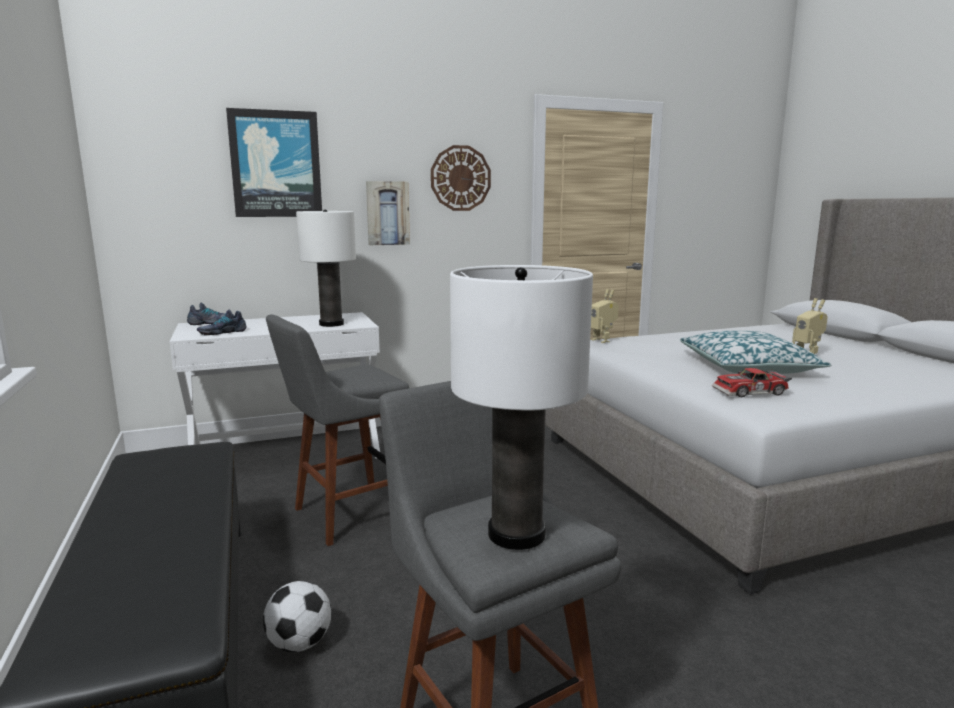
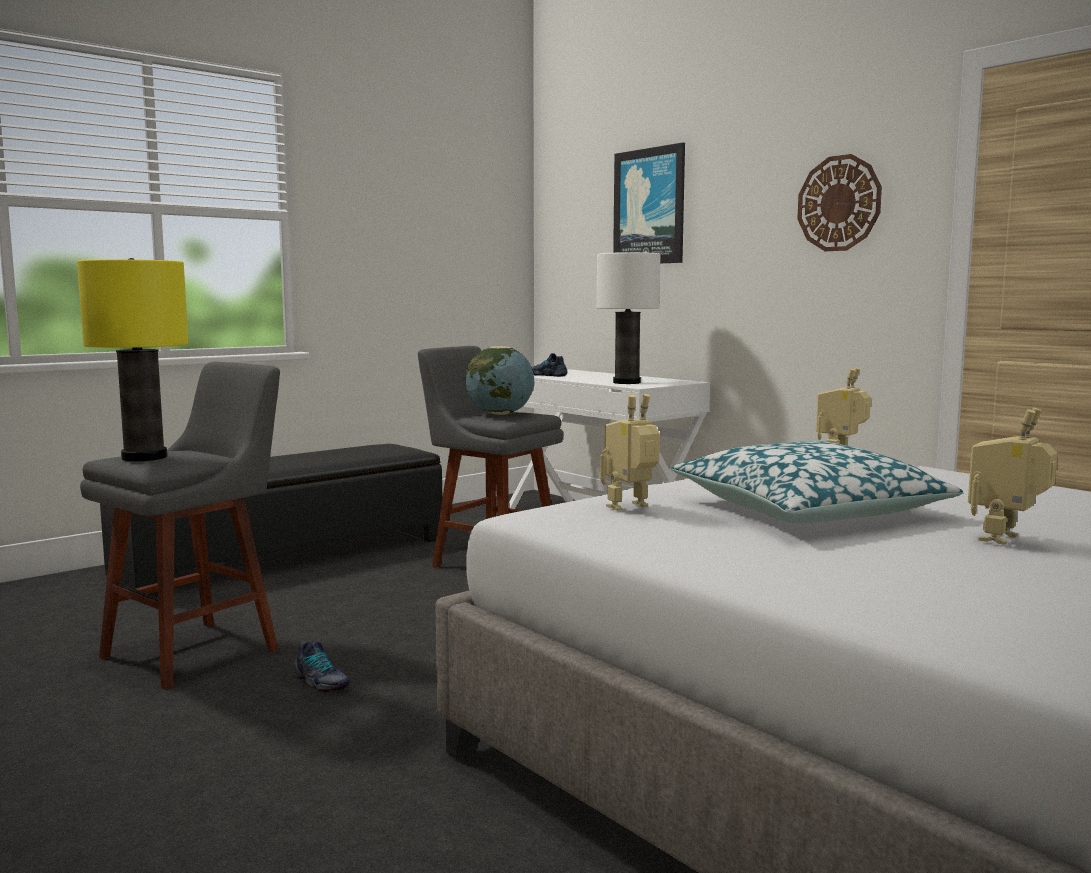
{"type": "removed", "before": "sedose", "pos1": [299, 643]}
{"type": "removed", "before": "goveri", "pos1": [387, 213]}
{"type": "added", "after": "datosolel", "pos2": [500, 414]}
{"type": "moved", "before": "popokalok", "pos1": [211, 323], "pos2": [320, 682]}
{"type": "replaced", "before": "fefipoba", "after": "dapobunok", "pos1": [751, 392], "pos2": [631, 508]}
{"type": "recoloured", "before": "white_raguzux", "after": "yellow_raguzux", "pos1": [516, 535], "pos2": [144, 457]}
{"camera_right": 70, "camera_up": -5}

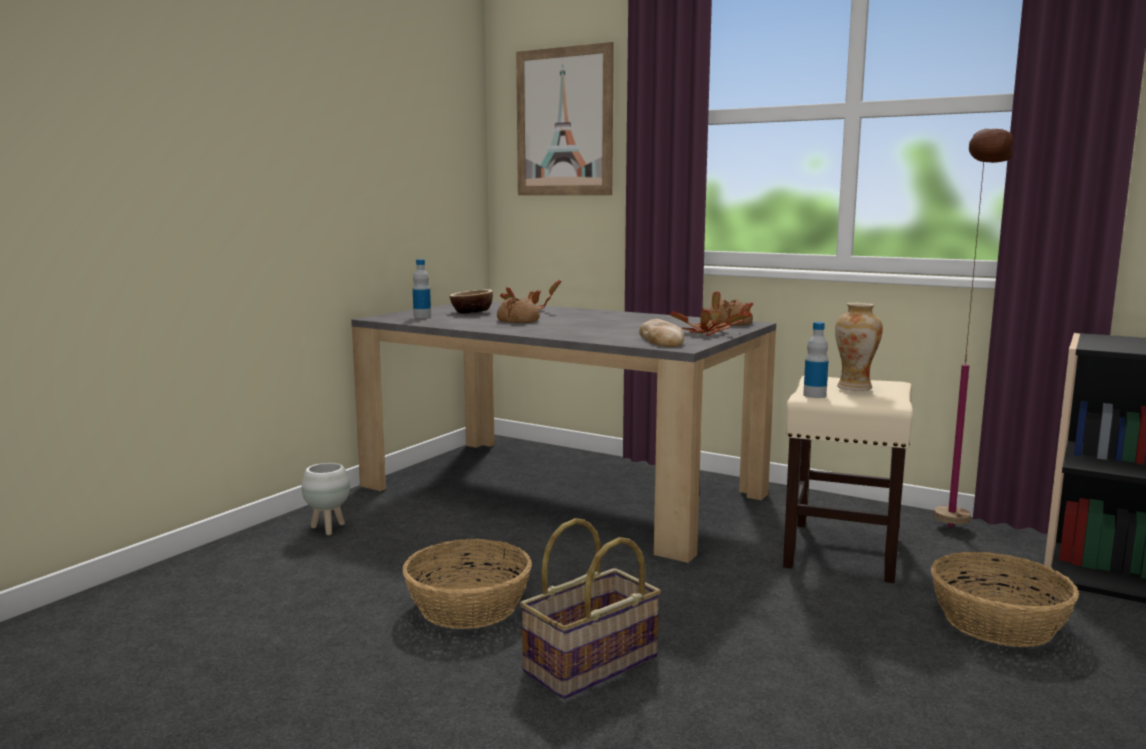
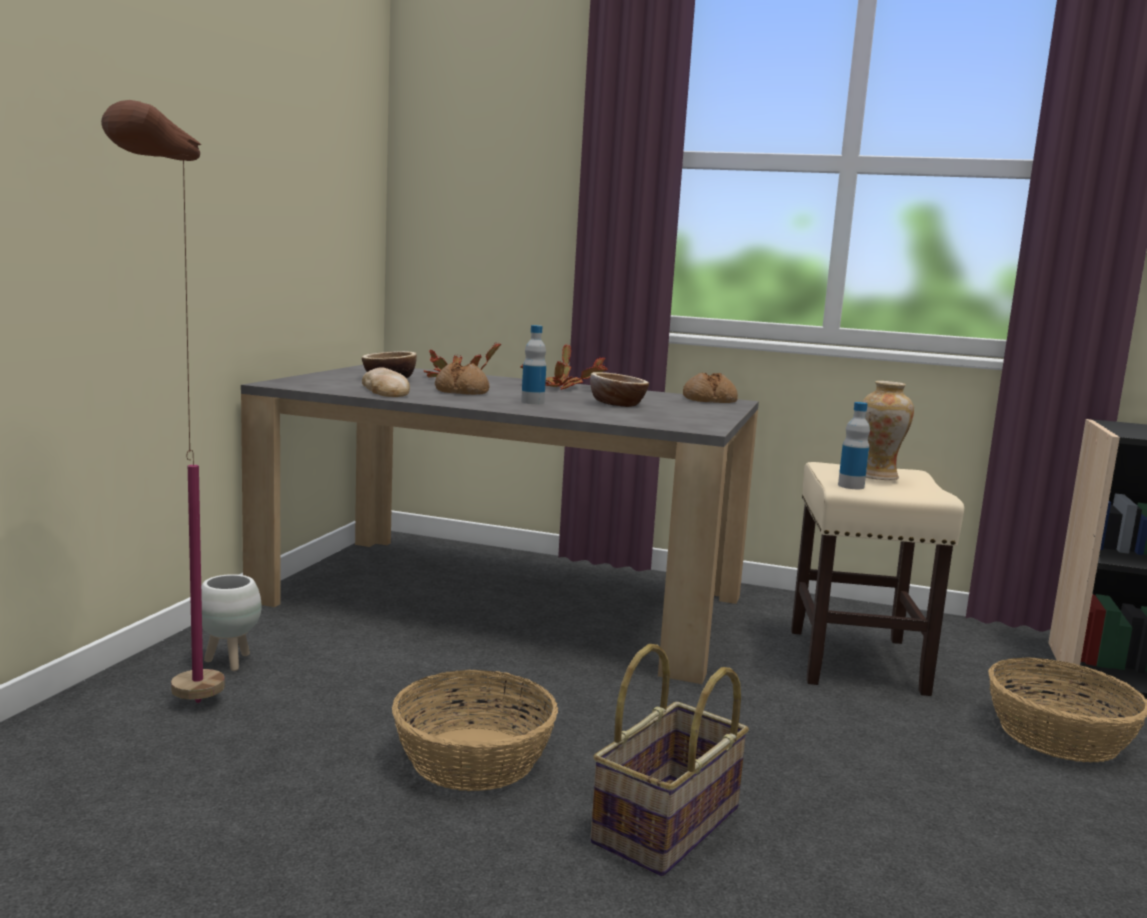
{"type": "removed", "before": "goveri", "pos1": [564, 122]}
{"type": "added", "after": "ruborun", "pos2": [617, 404]}
{"type": "moved", "before": "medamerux", "pos1": [422, 316], "pos2": [532, 402]}
{"type": "moved", "before": "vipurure", "pos1": [661, 340], "pos2": [386, 390]}
{"type": "moved", "before": "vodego", "pos1": [710, 333], "pos2": [563, 387]}
{"type": "moved", "before": "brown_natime", "pos1": [953, 538], "pos2": [178, 722]}
{"camera_right": -15, "camera_up": 0}

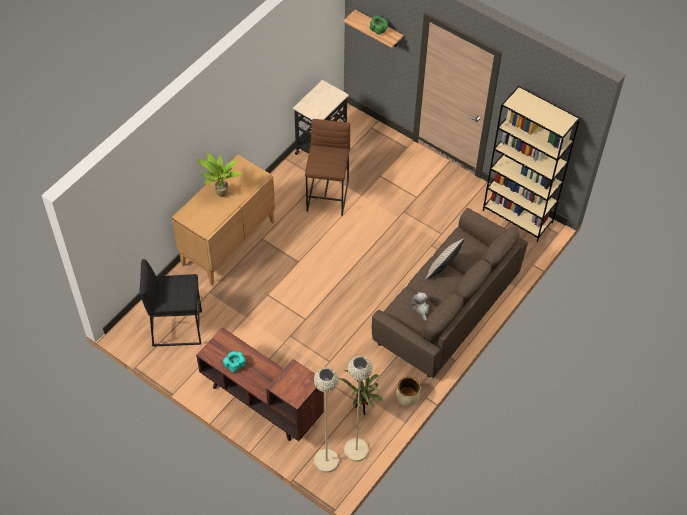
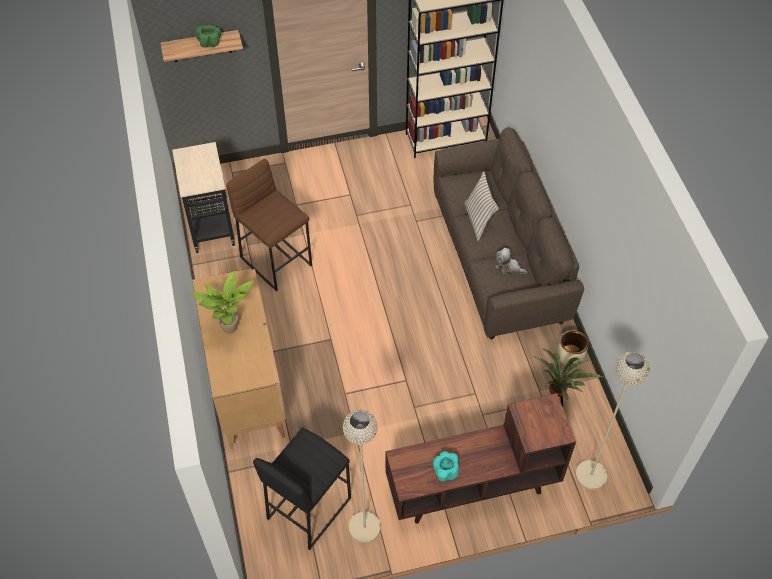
{"type": "moved", "before": "beige_natime", "pos1": [356, 450], "pos2": [364, 527]}
{"camera_right": -50, "camera_up": 0}

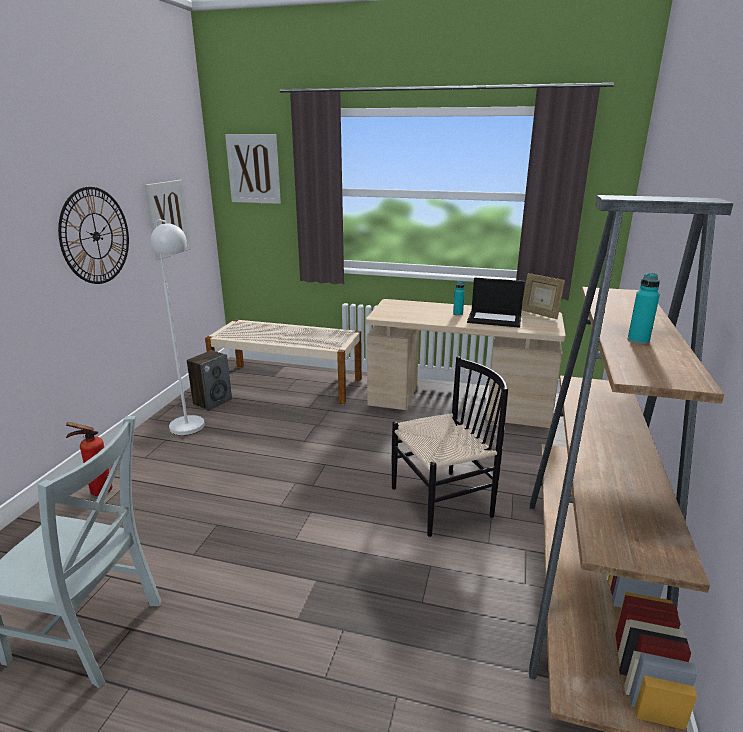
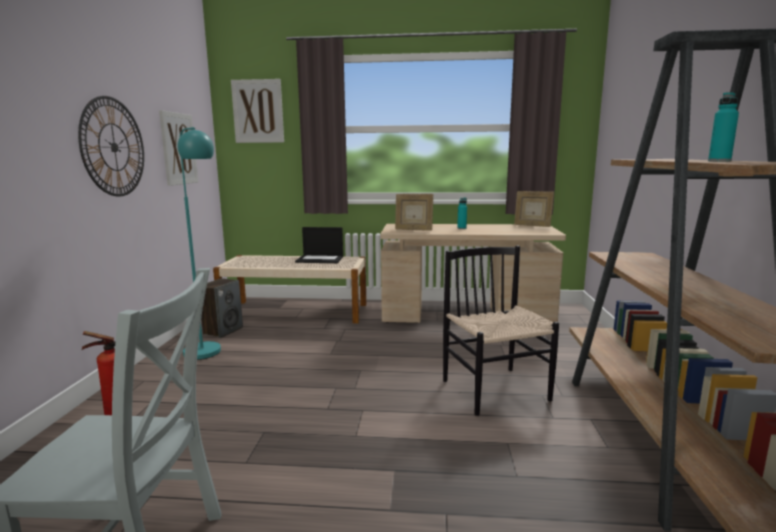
{"type": "added", "after": "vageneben", "pos2": [413, 230]}
{"type": "moved", "before": "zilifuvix", "pos1": [495, 319], "pos2": [320, 259]}
{"type": "recoloured", "before": "white_natime", "after": "turquoise_natime", "pos1": [191, 431], "pos2": [208, 355]}
{"type": "turned", "before": "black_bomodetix", "pos1": [445, 501], "pos2": [493, 388], "turn": -75}
{"camera_right": -10, "camera_up": -10}

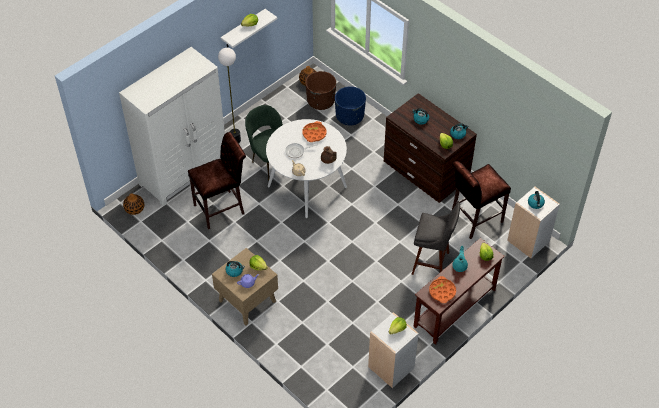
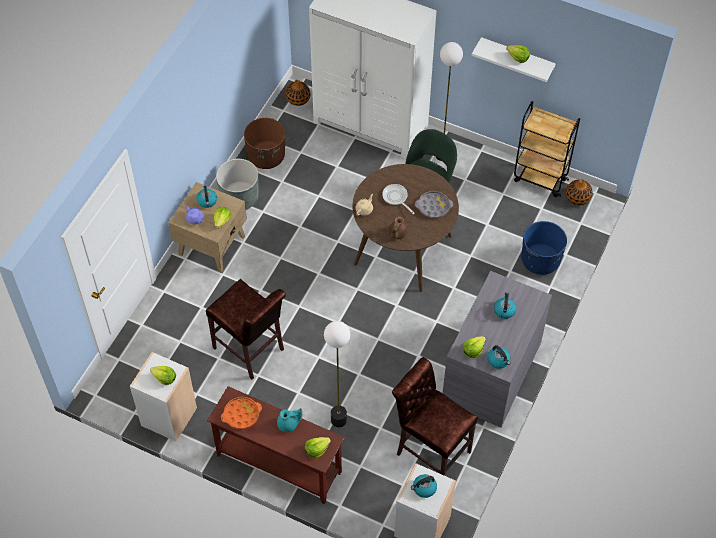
{"type": "added", "after": "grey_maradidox", "pos2": [239, 197]}
{"type": "added", "after": "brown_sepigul", "pos2": [540, 180]}
{"type": "moved", "before": "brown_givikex", "pos1": [222, 208], "pos2": [251, 351]}
{"type": "moved", "before": "brown_maradidox", "pos1": [321, 101], "pos2": [266, 156]}
{"type": "replaced", "before": "grey_givikex", "after": "natime", "pos1": [432, 264], "pos2": [338, 420]}
{"type": "recoloured", "before": "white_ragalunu", "after": "brown_ragalunu", "pos1": [307, 186], "pos2": [403, 250]}
{"type": "recoloured", "before": "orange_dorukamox", "after": "grey_dorukamox", "pos1": [314, 134], "pos2": [433, 206]}
{"type": "recoloured", "before": "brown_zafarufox", "after": "grey_zafarufox", "pos1": [426, 169], "pos2": [491, 372]}
{"camera_right": 70, "camera_up": 5}

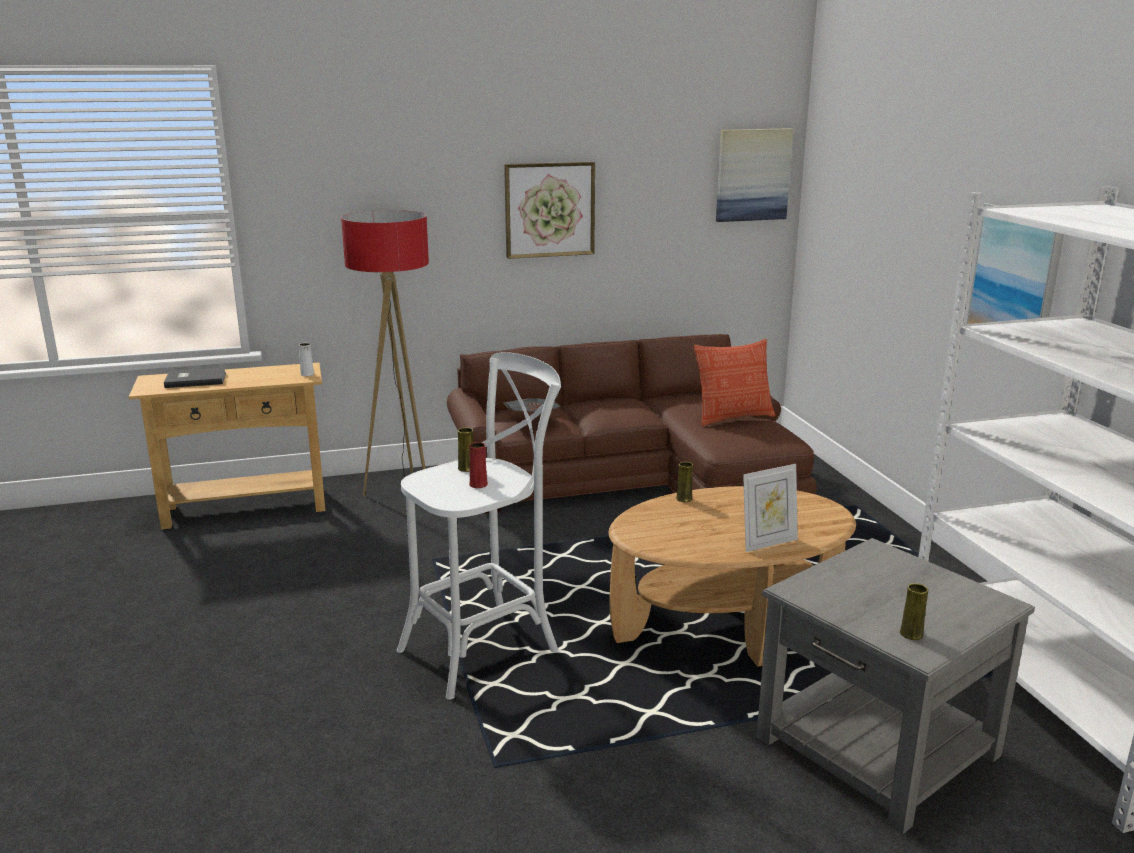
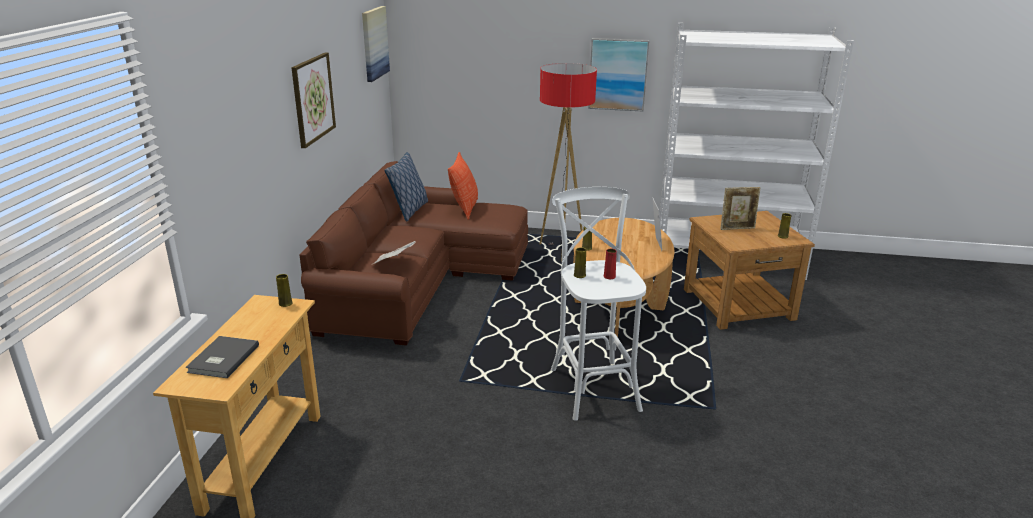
{"type": "added", "after": "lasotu", "pos2": [409, 211]}
{"type": "added", "after": "vageneben", "pos2": [737, 228]}
{"type": "moved", "before": "natime", "pos1": [402, 489], "pos2": [561, 250]}
{"type": "recoloured", "before": "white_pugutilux", "after": "yellow_pugutilux", "pos1": [307, 374], "pos2": [285, 303]}
{"type": "recoloured", "before": "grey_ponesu", "after": "brown_ponesu", "pos1": [876, 746], "pos2": [738, 305]}
{"camera_right": -65, "camera_up": 5}

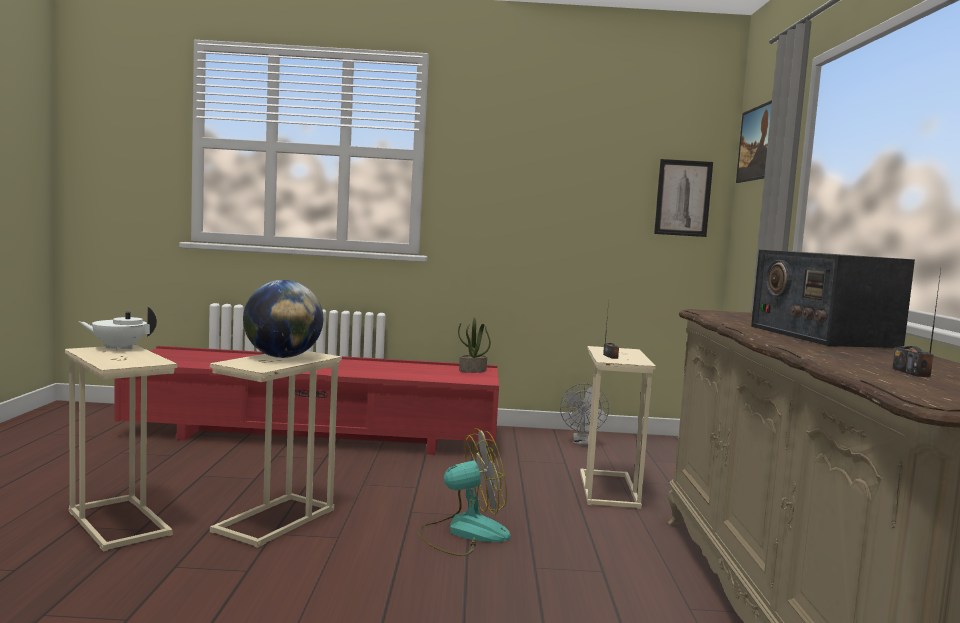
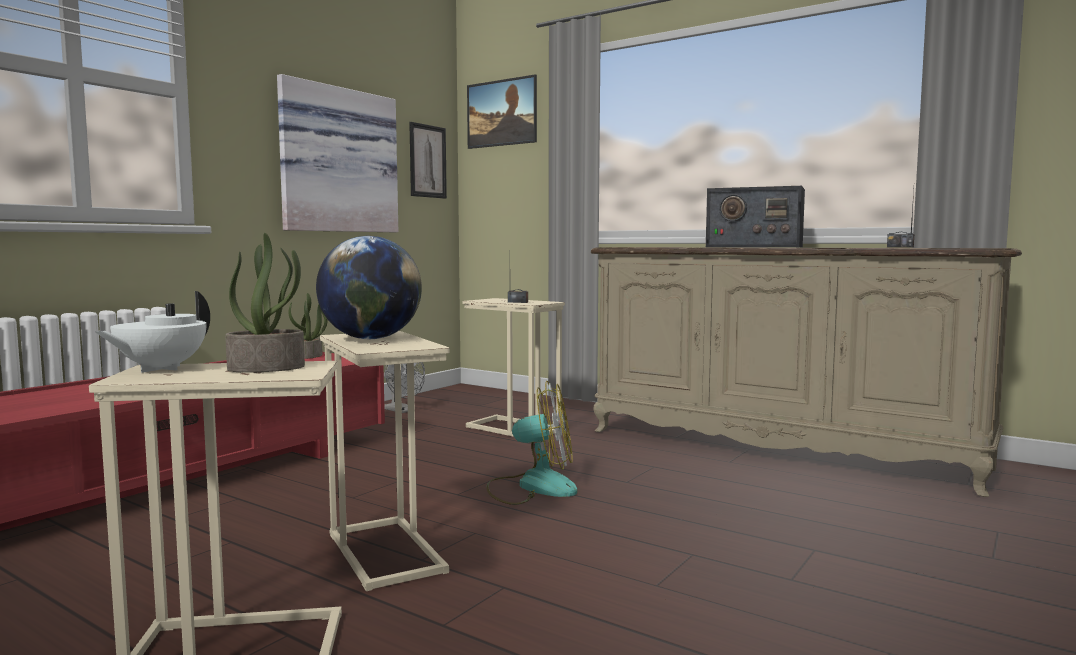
{"type": "added", "after": "vodego", "pos2": [267, 368]}
{"type": "added", "after": "goveri", "pos2": [337, 161]}
{"type": "turned", "before": "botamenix", "pos1": [464, 532], "pos2": [532, 487], "turn": 75}
{"camera_right": -55, "camera_up": 0}

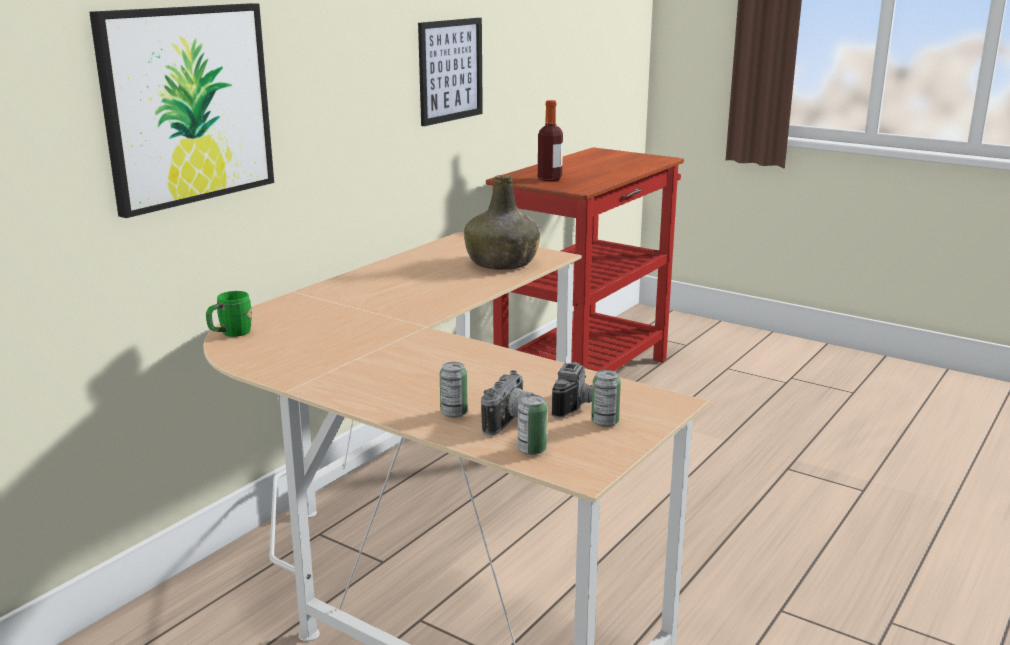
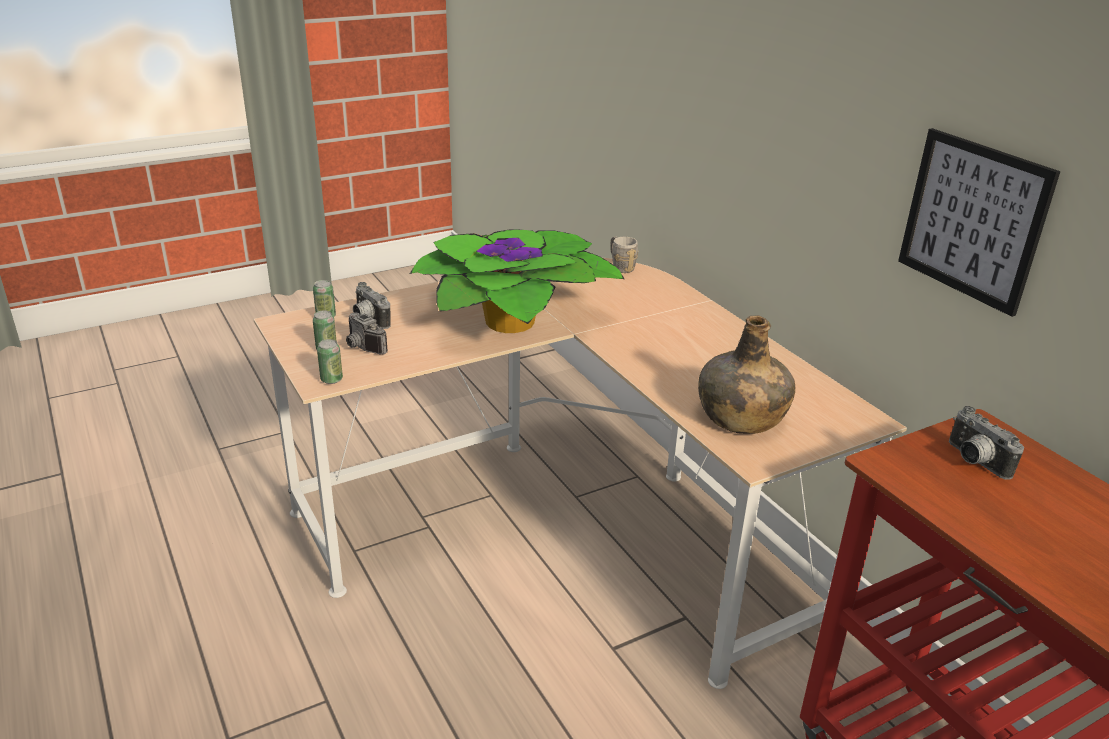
{"type": "removed", "before": "goveri", "pos1": [187, 105]}
{"type": "added", "after": "vodego", "pos2": [514, 319]}
{"type": "moved", "before": "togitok", "pos1": [454, 413], "pos2": [331, 379]}
{"type": "replaced", "before": "medamerux", "after": "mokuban", "pos1": [549, 179], "pos2": [973, 461]}
{"type": "recoloured", "before": "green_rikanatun", "after": "grey_rikanatun", "pos1": [230, 334], "pos2": [620, 266]}
{"camera_right": 115, "camera_up": 10}

